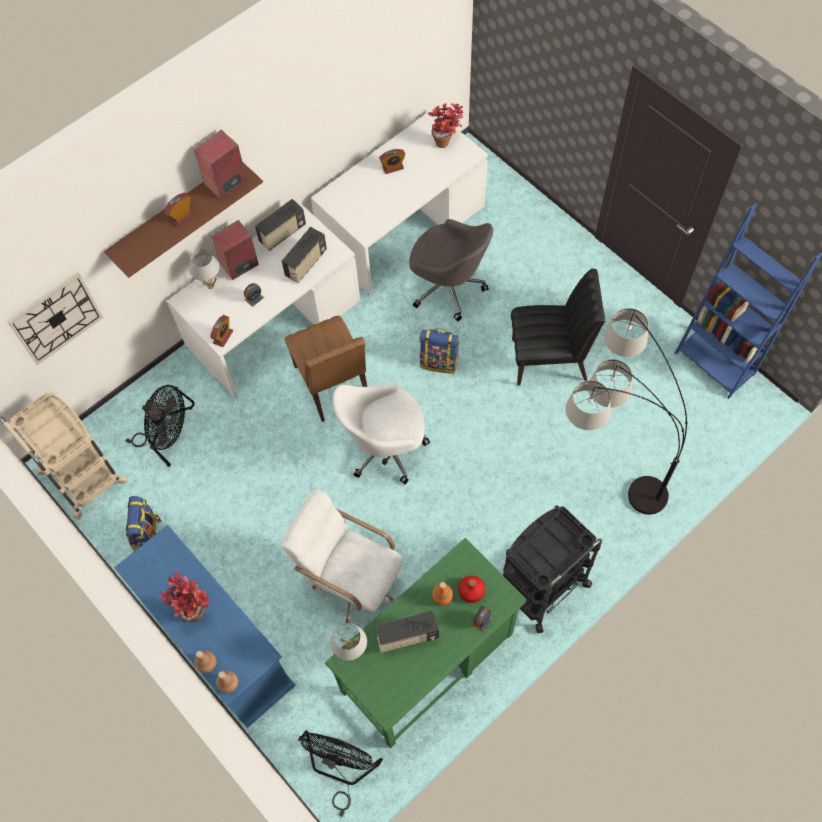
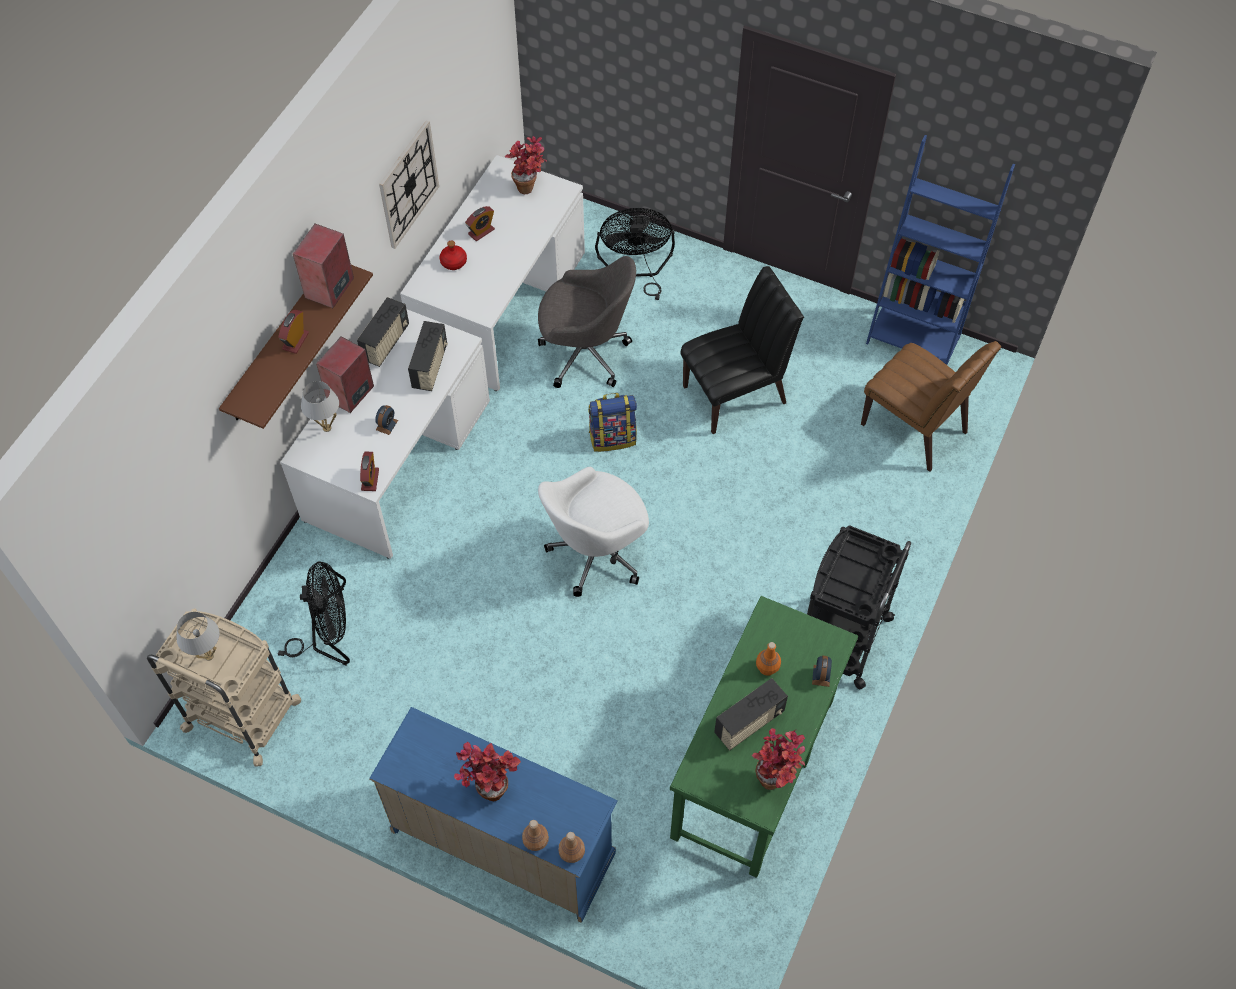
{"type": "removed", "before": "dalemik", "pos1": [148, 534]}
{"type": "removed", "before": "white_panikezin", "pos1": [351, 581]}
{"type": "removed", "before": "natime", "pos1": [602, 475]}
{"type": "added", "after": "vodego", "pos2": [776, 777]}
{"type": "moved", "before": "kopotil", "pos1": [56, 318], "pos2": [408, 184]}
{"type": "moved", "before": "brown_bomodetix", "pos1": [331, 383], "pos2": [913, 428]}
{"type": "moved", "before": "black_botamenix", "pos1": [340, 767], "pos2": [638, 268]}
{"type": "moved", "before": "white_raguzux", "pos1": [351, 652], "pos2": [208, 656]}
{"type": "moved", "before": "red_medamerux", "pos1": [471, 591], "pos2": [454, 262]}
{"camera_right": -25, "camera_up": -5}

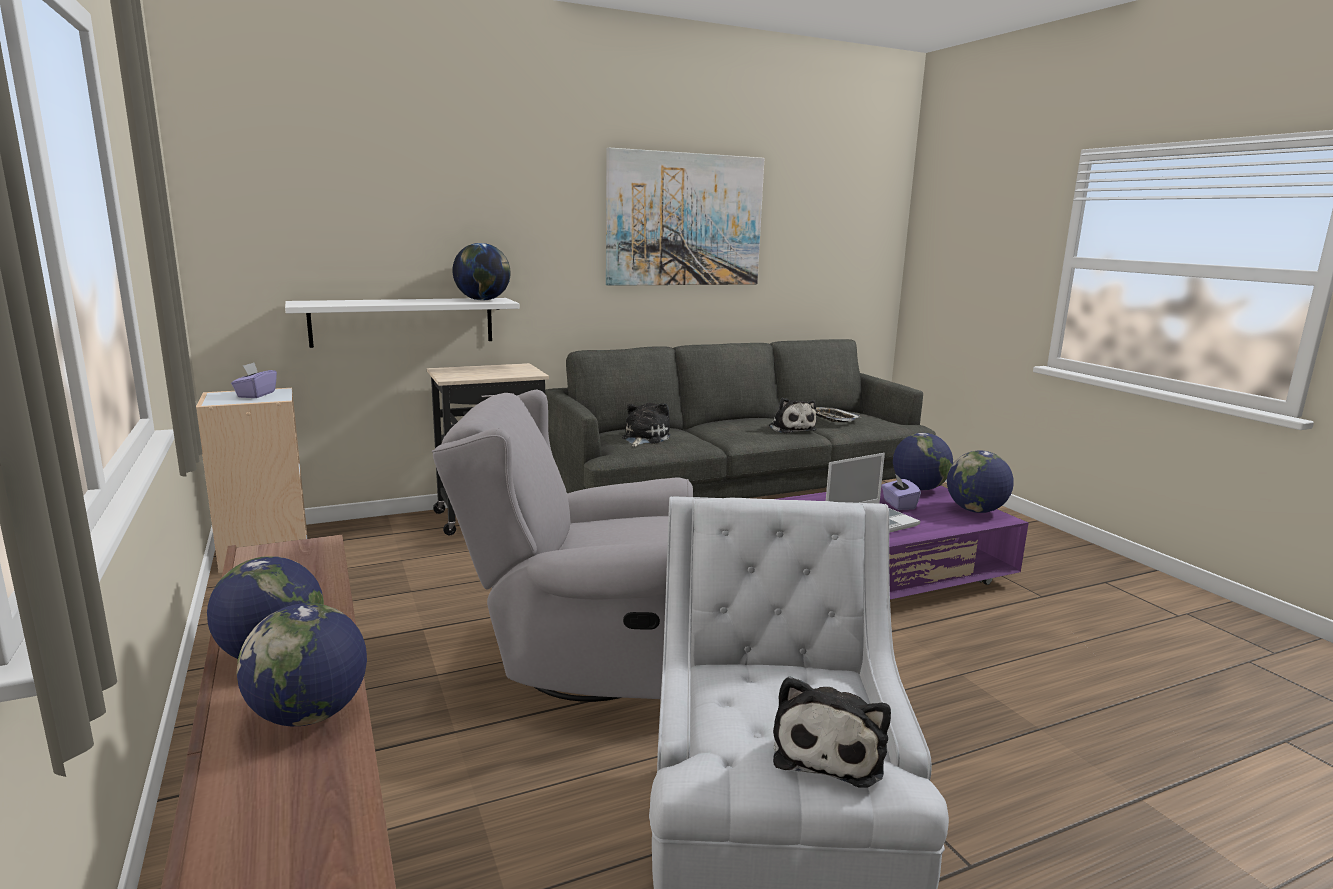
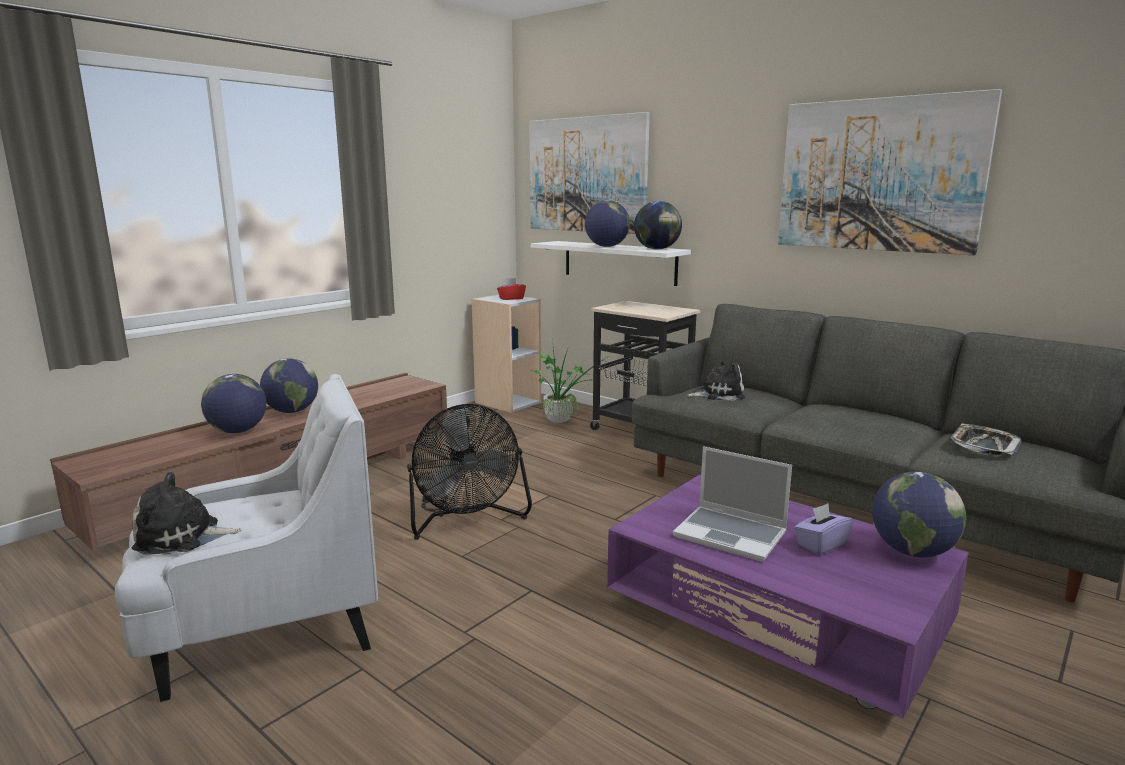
{"type": "removed", "before": "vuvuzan", "pos1": [791, 428]}
{"type": "added", "after": "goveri", "pos2": [586, 175]}
{"type": "added", "after": "vodego", "pos2": [564, 420]}
{"type": "moved", "before": "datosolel", "pos1": [975, 511], "pos2": [606, 246]}
{"type": "replaced", "before": "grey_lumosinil", "after": "black_botamenix", "pos1": [597, 660], "pos2": [462, 519]}
{"type": "recoloured", "before": "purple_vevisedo", "after": "red_vevisedo", "pos1": [256, 395], "pos2": [511, 298]}
{"camera_right": 65, "camera_up": 0}

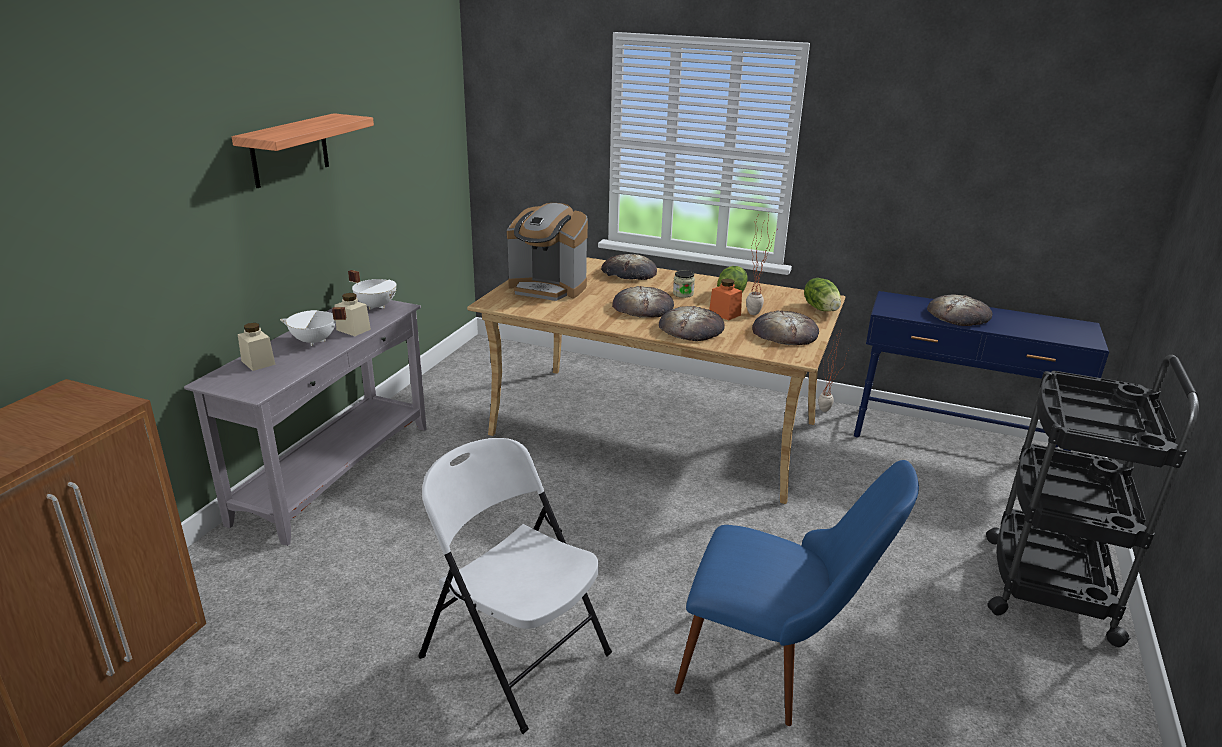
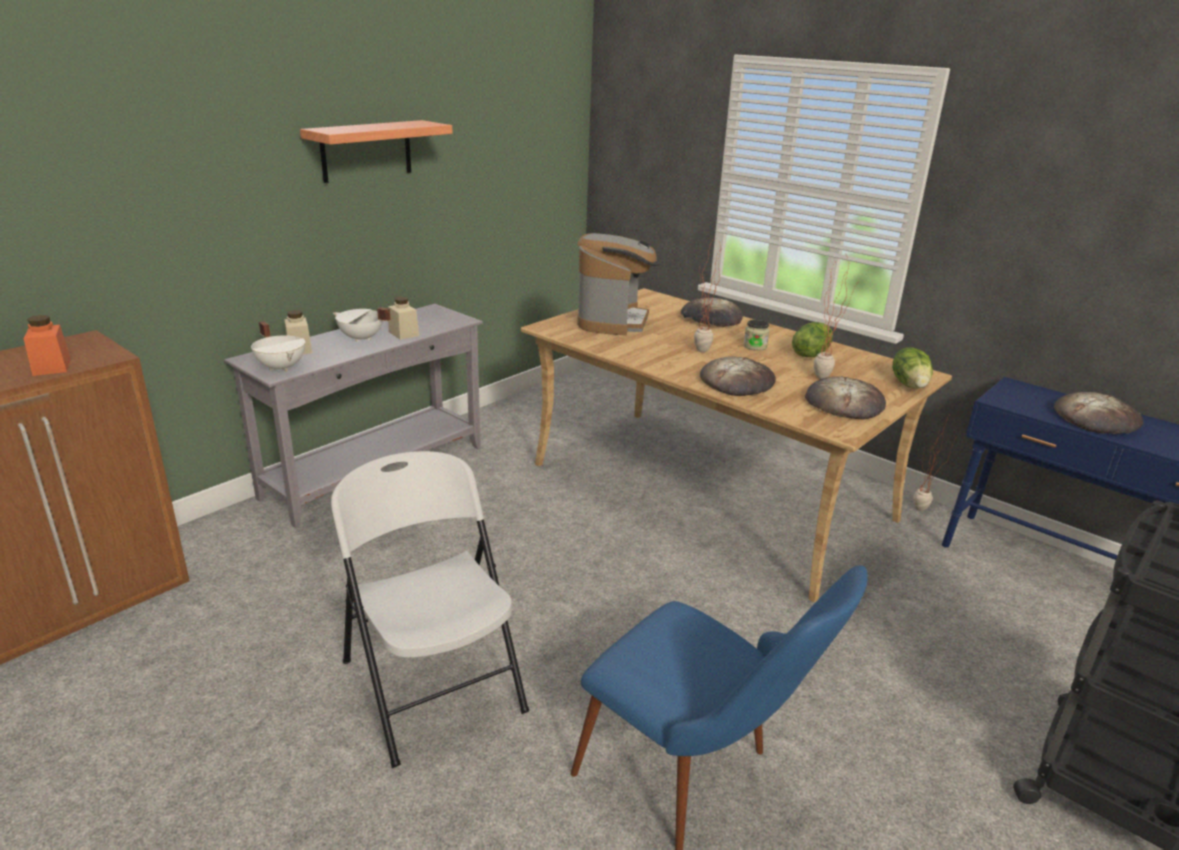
{"type": "moved", "before": "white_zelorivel", "pos1": [376, 306], "pos2": [282, 367]}
{"type": "moved", "before": "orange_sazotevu", "pos1": [724, 314], "pos2": [52, 367]}
{"type": "replaced", "before": "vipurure", "after": "vodego", "pos1": [643, 307], "pos2": [699, 353]}
{"type": "turned", "before": "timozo", "pos1": [548, 288], "pos2": [614, 321], "turn": -120}
{"camera_right": 20, "camera_up": 0}

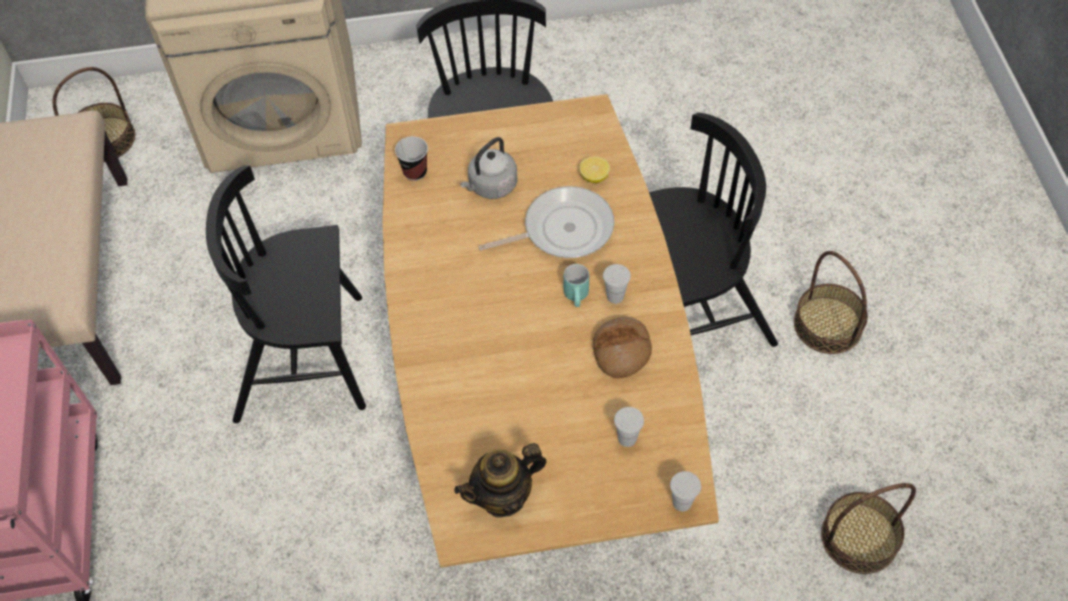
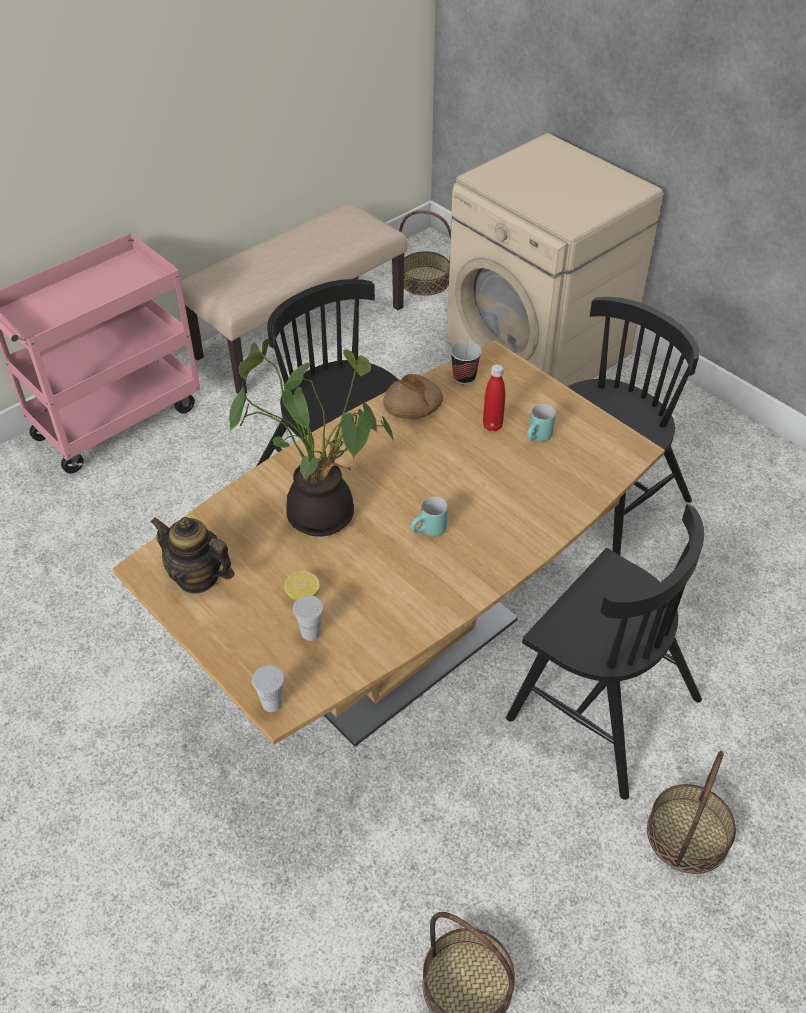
{"type": "removed", "before": "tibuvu", "pos1": [563, 229]}
{"type": "removed", "before": "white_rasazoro", "pos1": [615, 296]}
{"type": "added", "after": "vodego", "pos2": [322, 510]}
{"type": "added", "after": "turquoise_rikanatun", "pos2": [539, 438]}
{"type": "moved", "before": "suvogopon", "pos1": [594, 177], "pos2": [303, 595]}
{"type": "moved", "before": "vipurure", "pos1": [621, 351], "pos2": [413, 405]}
{"type": "replaced", "before": "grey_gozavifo", "after": "red_medamerux", "pos1": [491, 186], "pos2": [492, 426]}
{"camera_right": 55, "camera_up": -10}

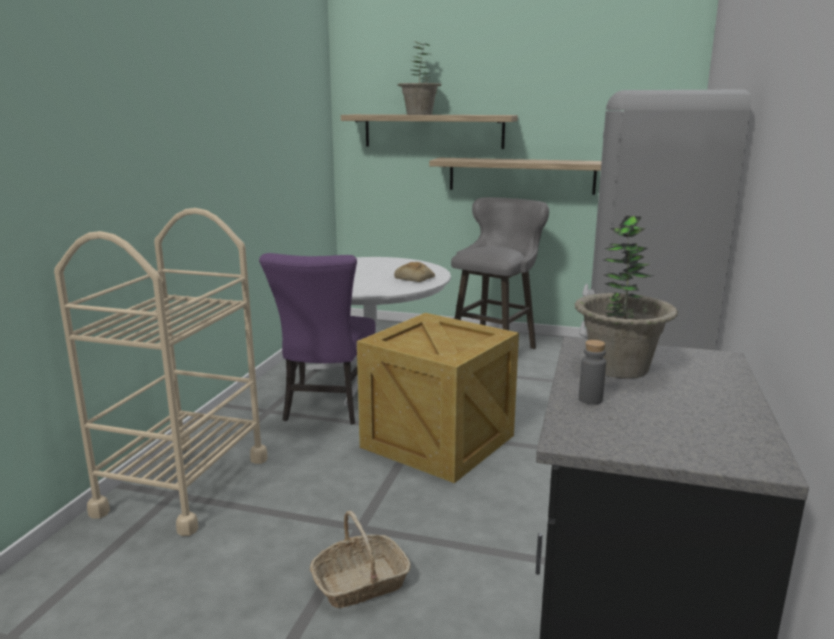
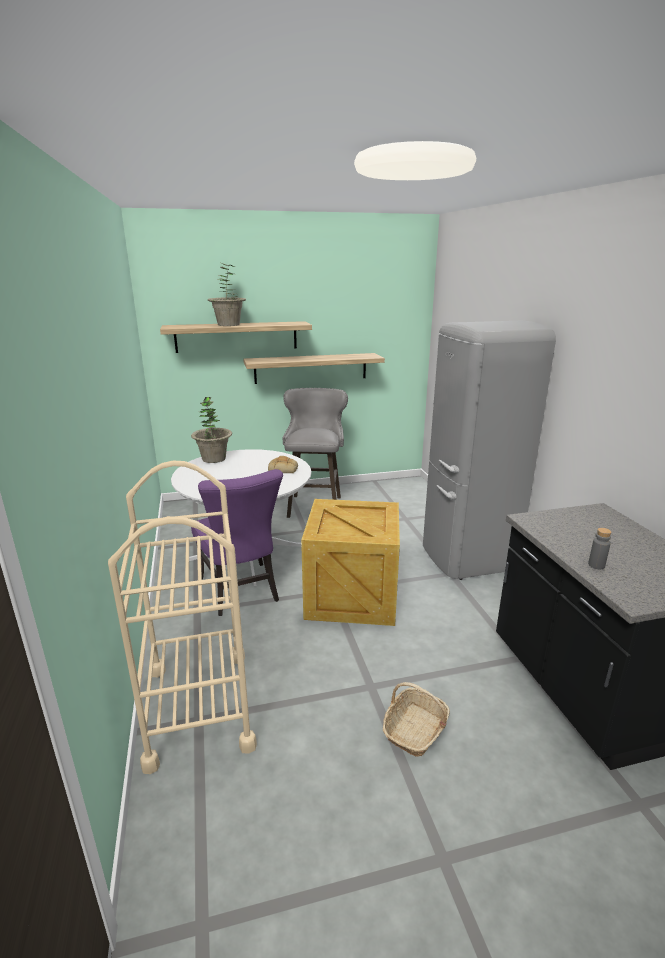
{"type": "moved", "before": "vodego", "pos1": [618, 368], "pos2": [214, 459]}
{"camera_right": -30, "camera_up": 5}

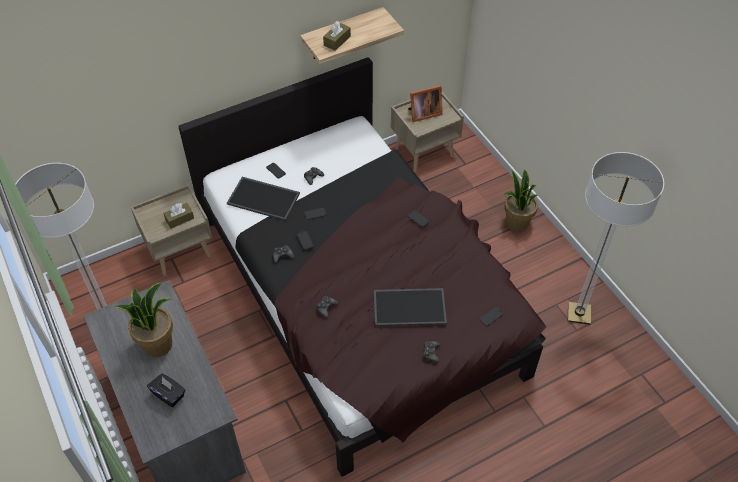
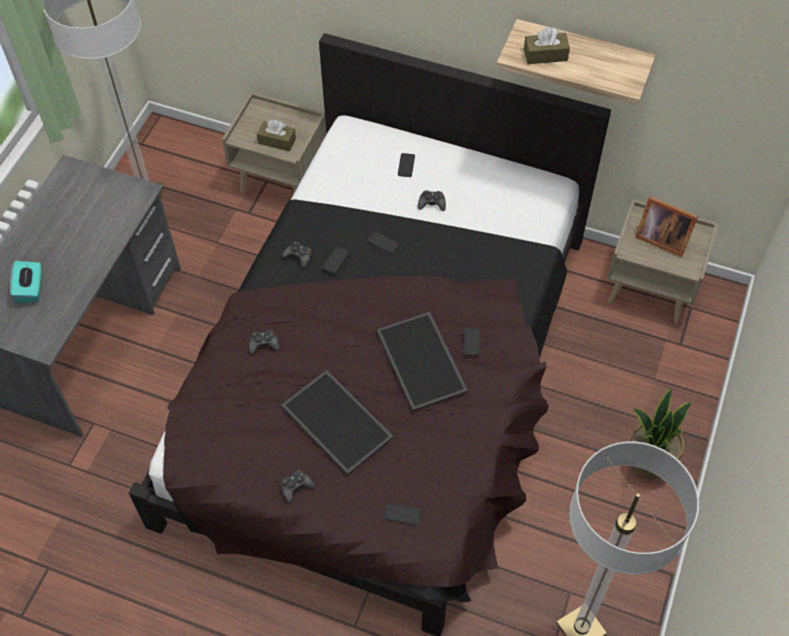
{"type": "removed", "before": "vodego", "pos1": [158, 344]}
{"type": "moved", "before": "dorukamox", "pos1": [264, 198], "pos2": [423, 361]}
{"type": "recoloured", "before": "black_vevisedo", "after": "turquoise_vevisedo", "pos1": [169, 395], "pos2": [31, 289]}
{"camera_right": 50, "camera_up": 5}

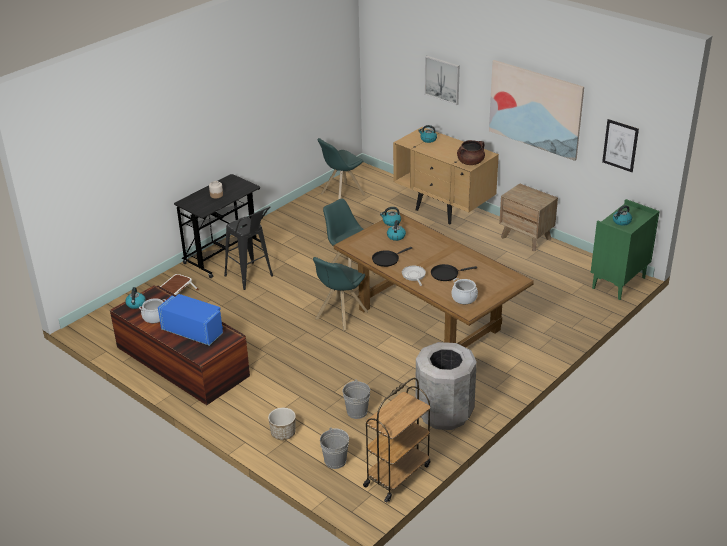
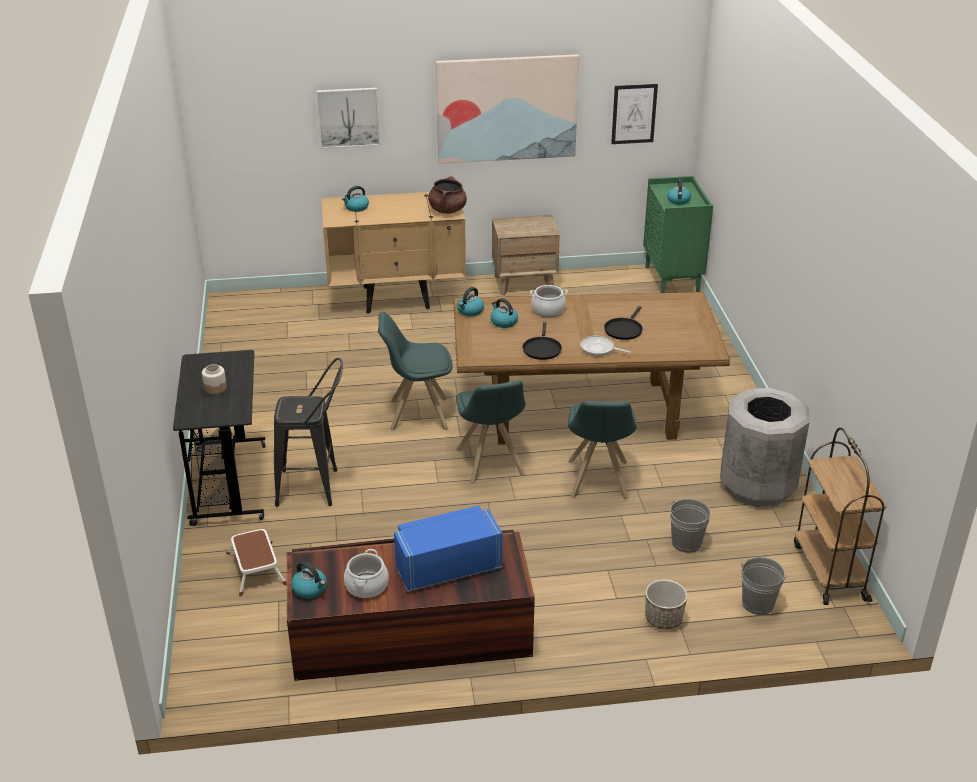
{"type": "moved", "before": "turquoise_bomodetix", "pos1": [342, 194], "pos2": [598, 479]}
{"type": "moved", "before": "zelorivel", "pos1": [464, 298], "pos2": [548, 310]}
{"camera_right": -50, "camera_up": 0}

